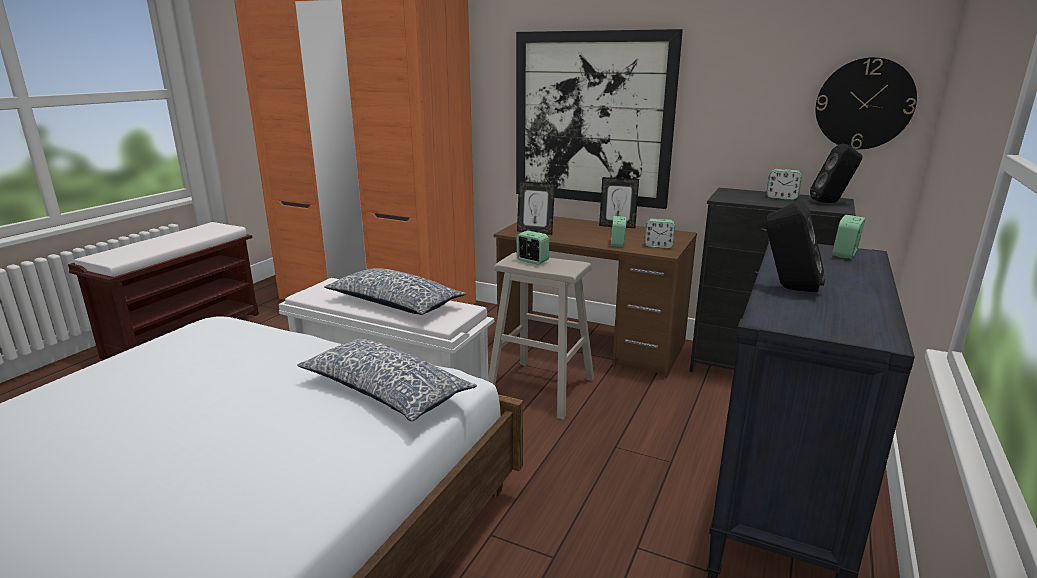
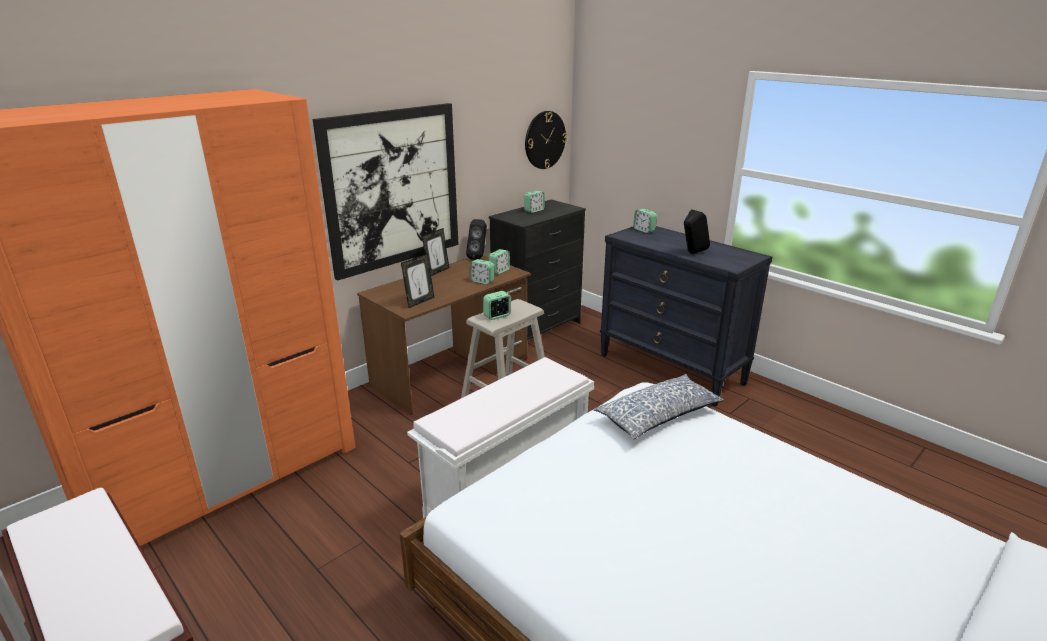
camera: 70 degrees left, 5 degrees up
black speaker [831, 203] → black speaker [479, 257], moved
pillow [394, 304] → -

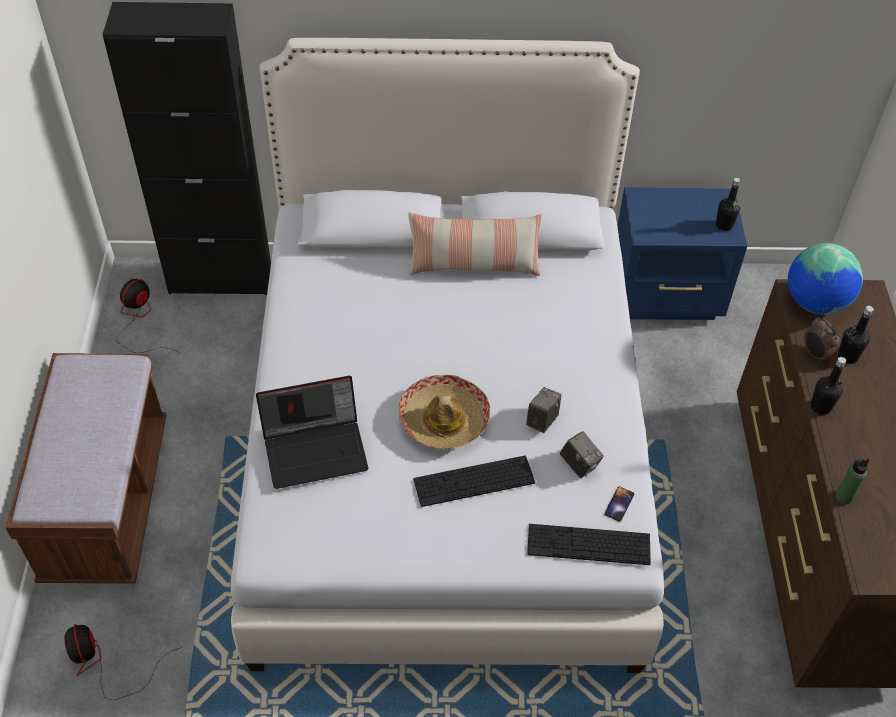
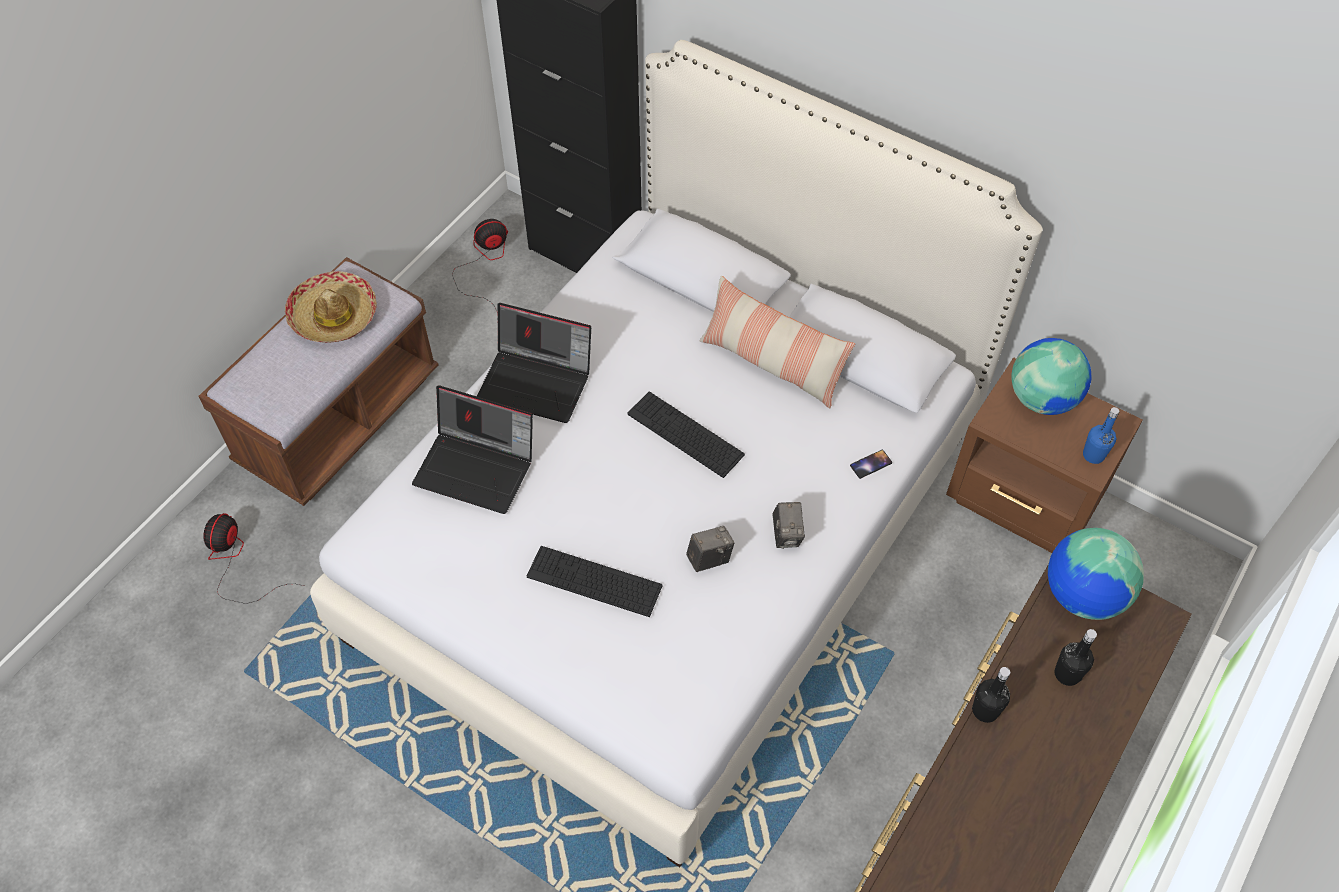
camera: 35 degrees right, 5 degrees up
hat [443, 419] → hat [334, 316], moved
- → laptop [538, 382]
keyboard [588, 544] → keyboard [685, 434], moved
photo camera [579, 464] → photo camera [787, 535], moved
phone [619, 504] → phone [871, 464], moved
blue nightstand [667, 296] → brown nightstand [1024, 502]
- → globe [1042, 398]
black bottle [724, 225] → blue bottle [1093, 455]
alarm clock [815, 355] → -
green bottle [844, 496] → -

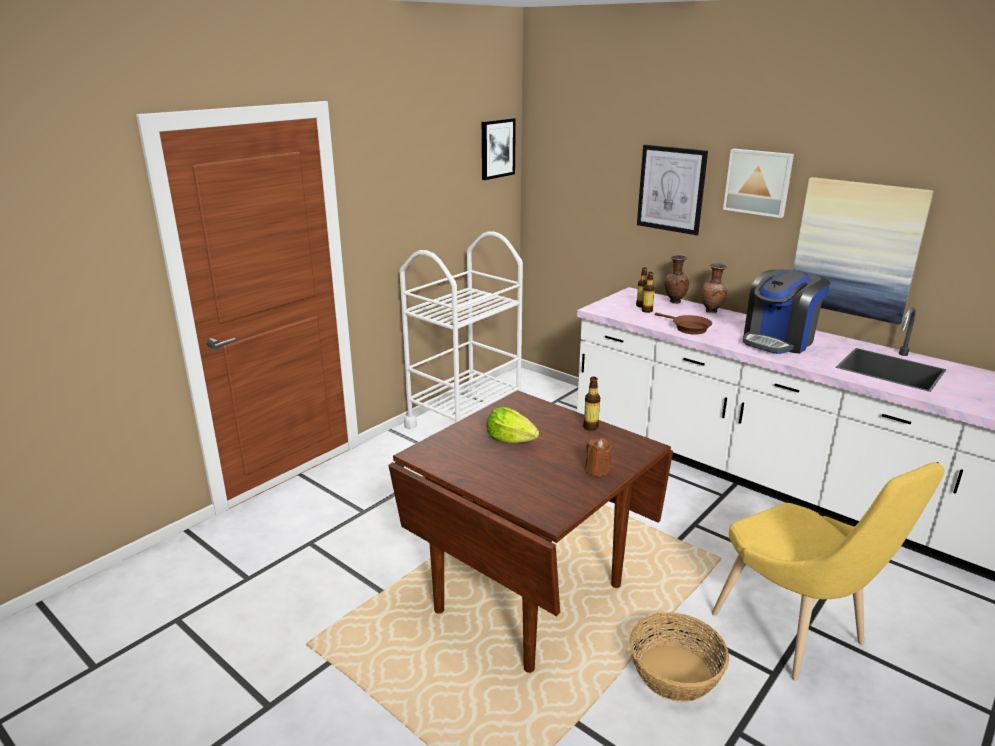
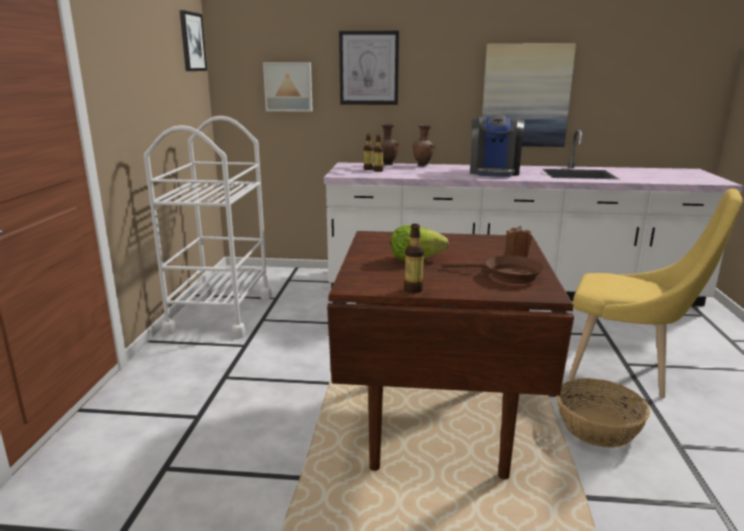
camera: 35 degrees left, 5 degrees down
picture [758, 182] → picture [288, 86], moved
bottle [590, 427] → bottle [413, 290], moved
brown frying pan [688, 328] → brown frying pan [507, 275], moved

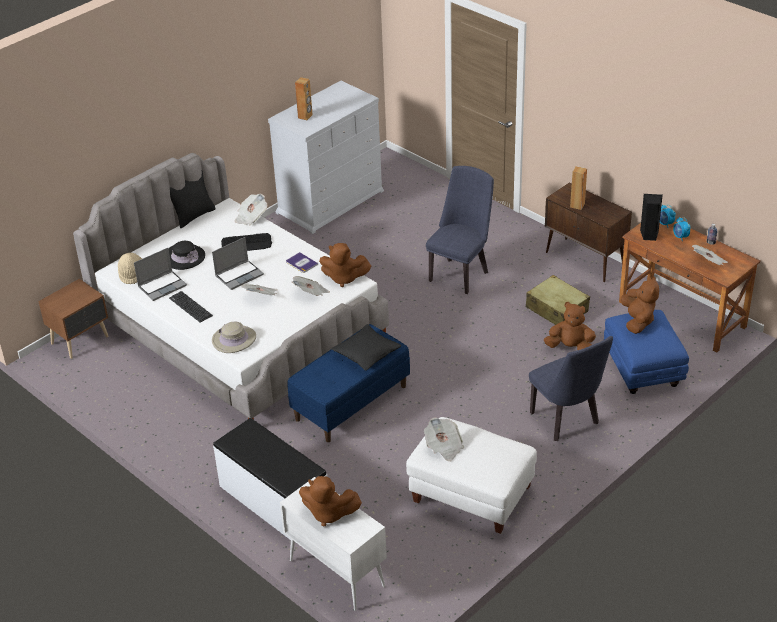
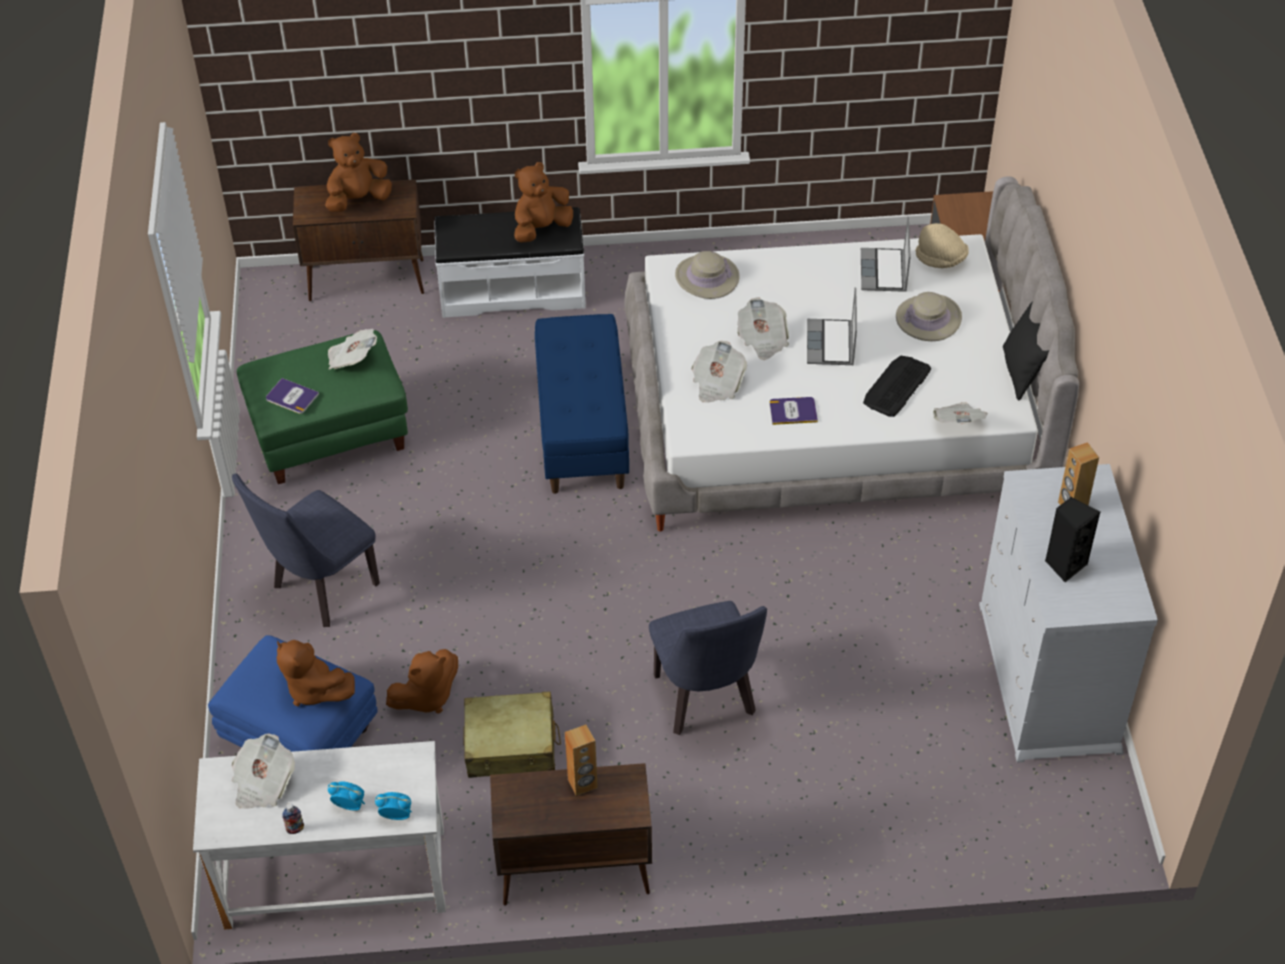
camera: 130 degrees right, 10 degrees up
brown desk [682, 314] → white desk [335, 879]
blue chair [567, 421] → blue chair [320, 591], 60 degrees counterclockwise
white ottoman [472, 494] → green ottoman [329, 434]
- → book [291, 397]
white cabinet [336, 573] → brown cabinet [368, 280]
brown plush toy [344, 278] → brown plush toy [541, 229], moved
black hat [184, 257] → beige hat [928, 318]
black speaker [649, 235] → black speaker [1064, 564], moved
keyboard [190, 307] → -
black pillow [366, 354] → -

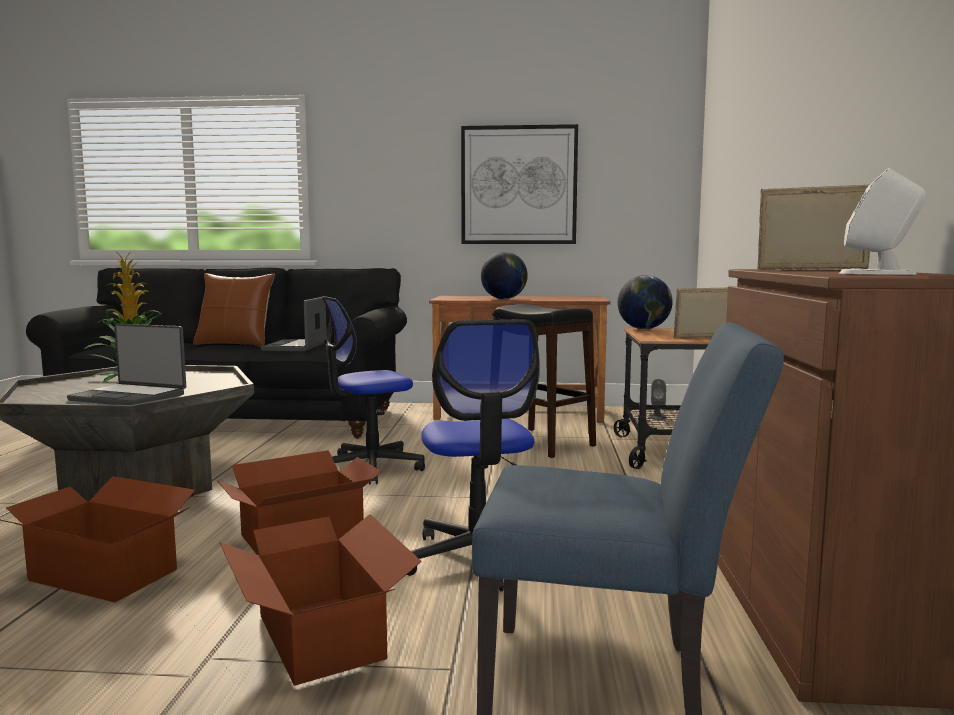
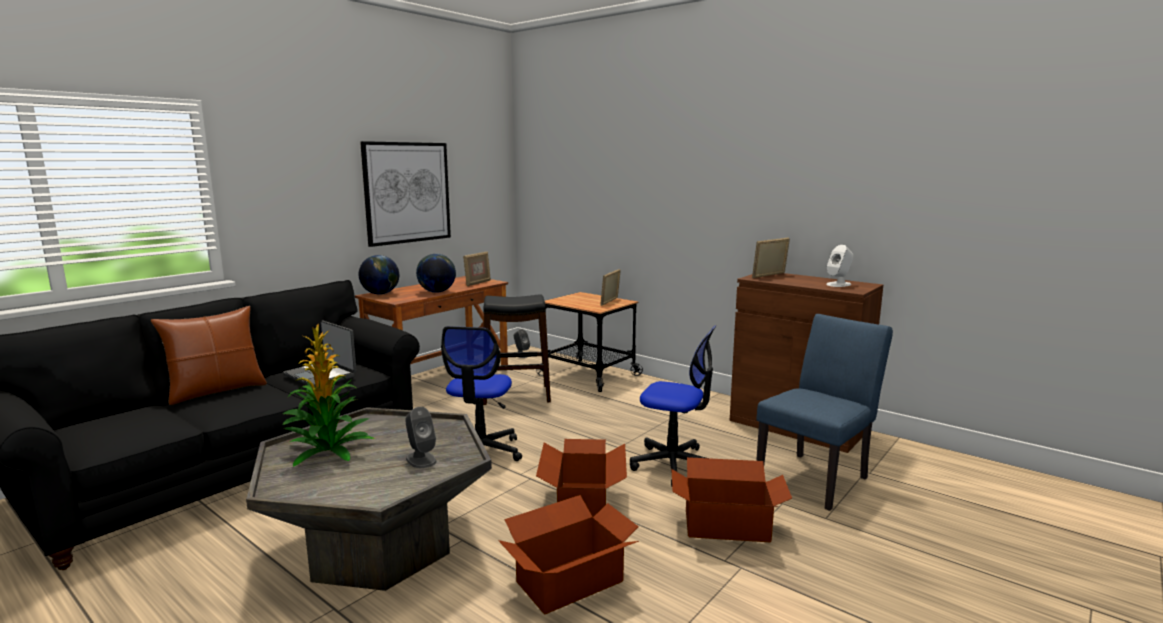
camera: 55 degrees left, 5 degrees up
globe [644, 329] → globe [380, 294], moved
laptop [130, 397] → grey speaker [421, 459]
- → picture frame [477, 283]

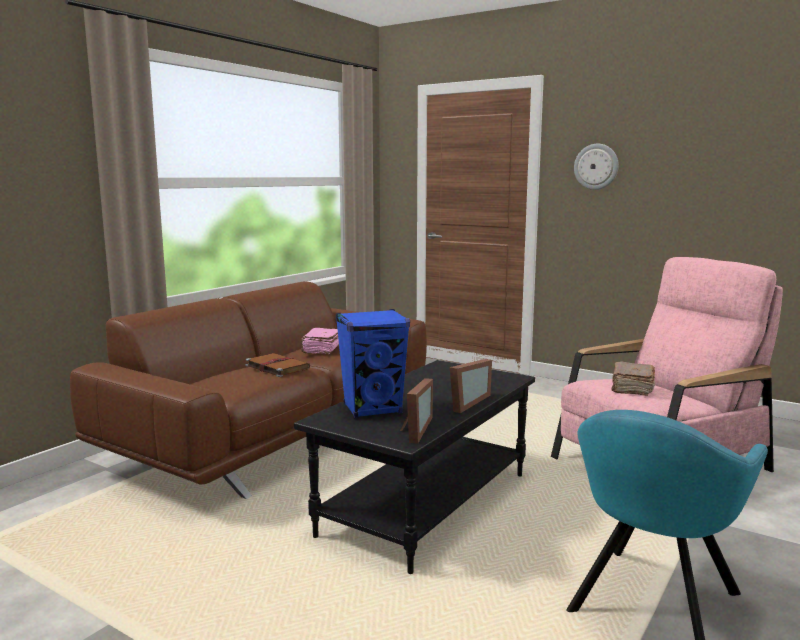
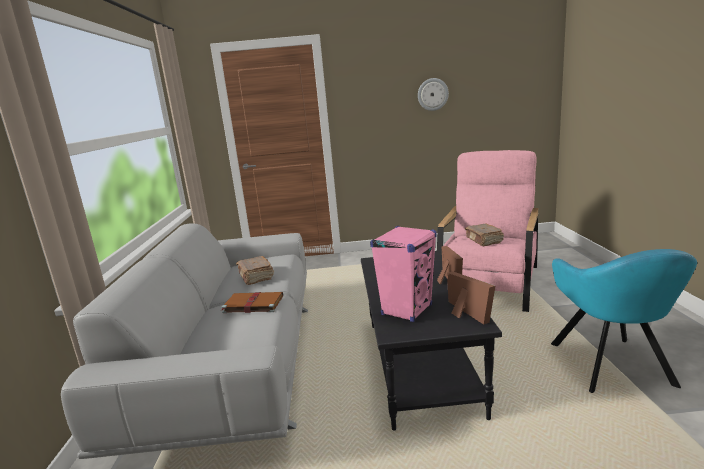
camera: 35 degrees left, 5 degrees up
brown sofa [277, 435] → grey sofa [235, 363]
pink book [322, 349] → brown book [256, 277]
blue speaker [373, 409] → pink speaker [407, 310]
wall clock [596, 166] → wall clock [432, 94], moved

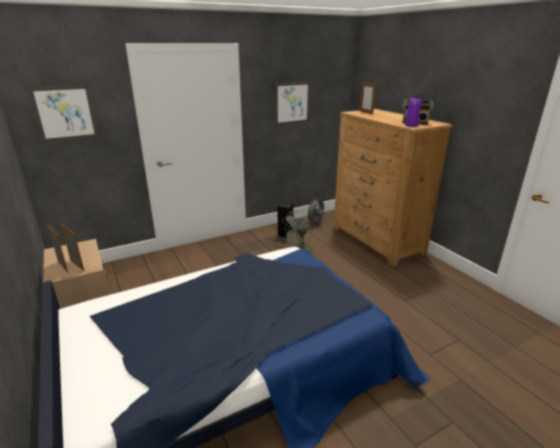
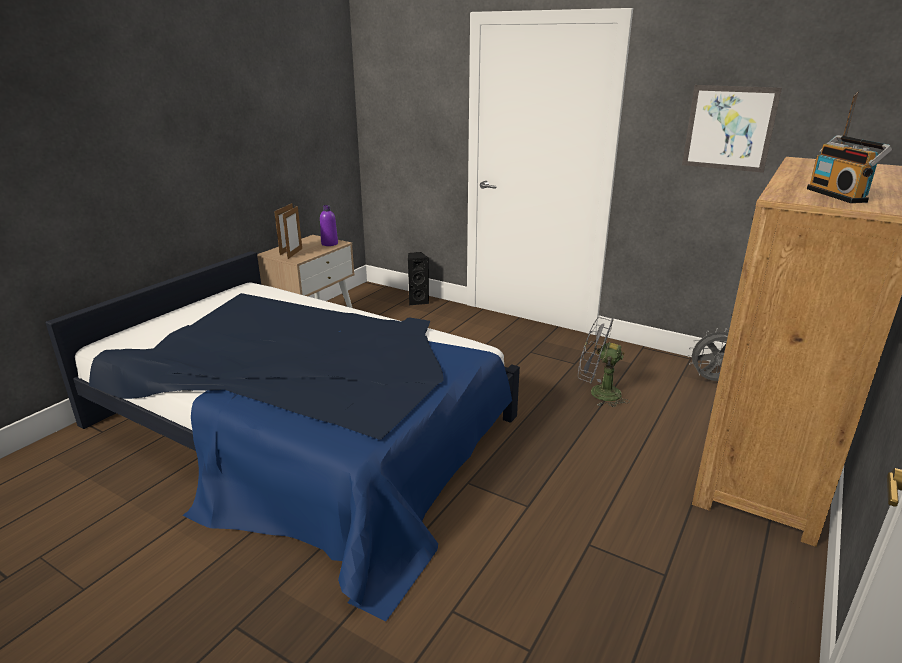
camera: 60 degrees right, 0 degrees up
purple bottle [411, 125] → purple bottle [329, 244], moved
black speaker [285, 234] → black speaker [418, 301], moved
picture [65, 113] → -

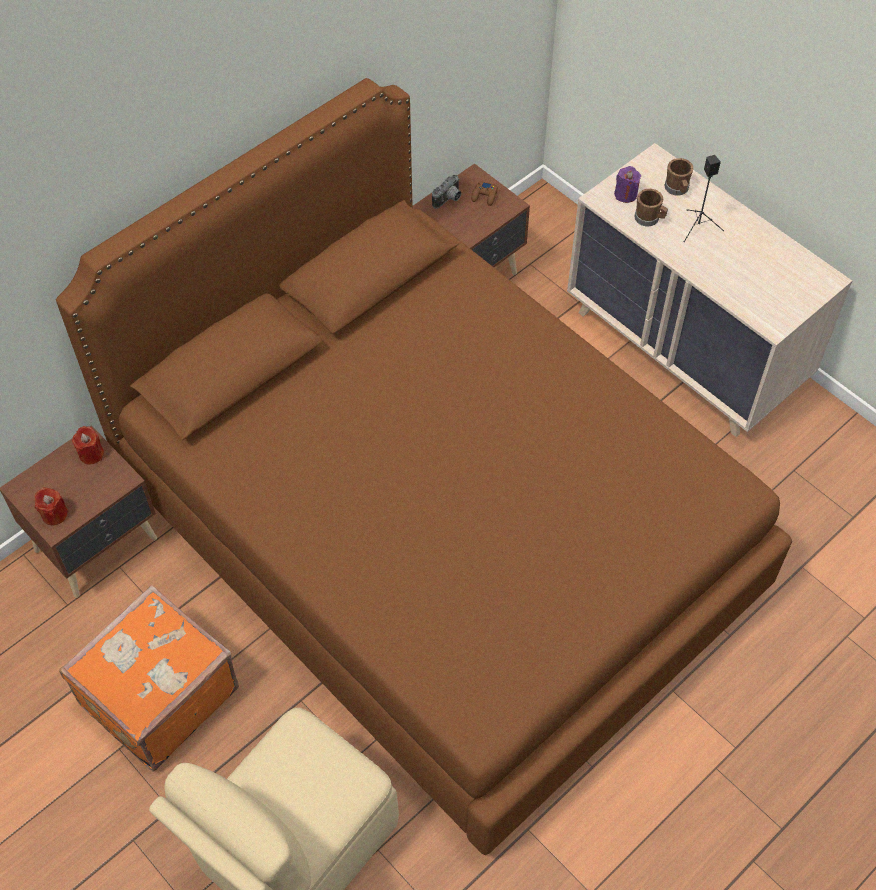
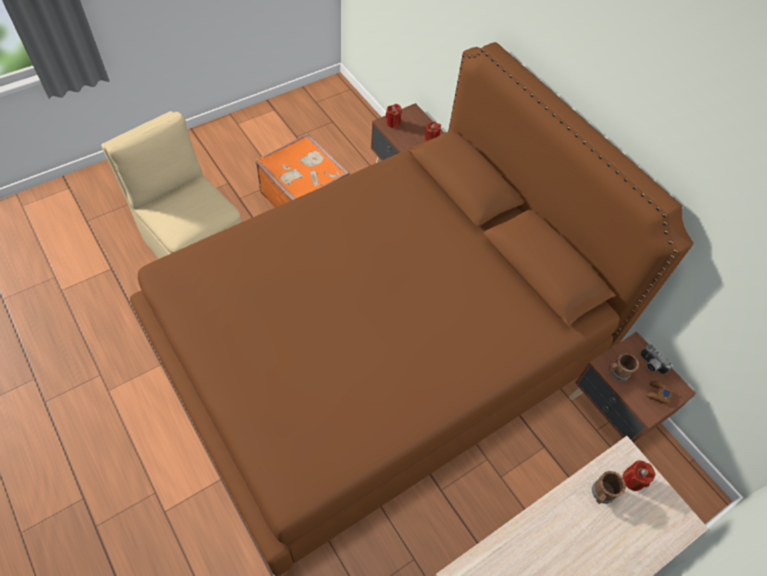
camera: 95 degrees right, 0 degrees up
brown mug [677, 189] → brown mug [617, 372], moved
purple candle [625, 194] → red candle [633, 479]
black speaker [698, 227] → -

